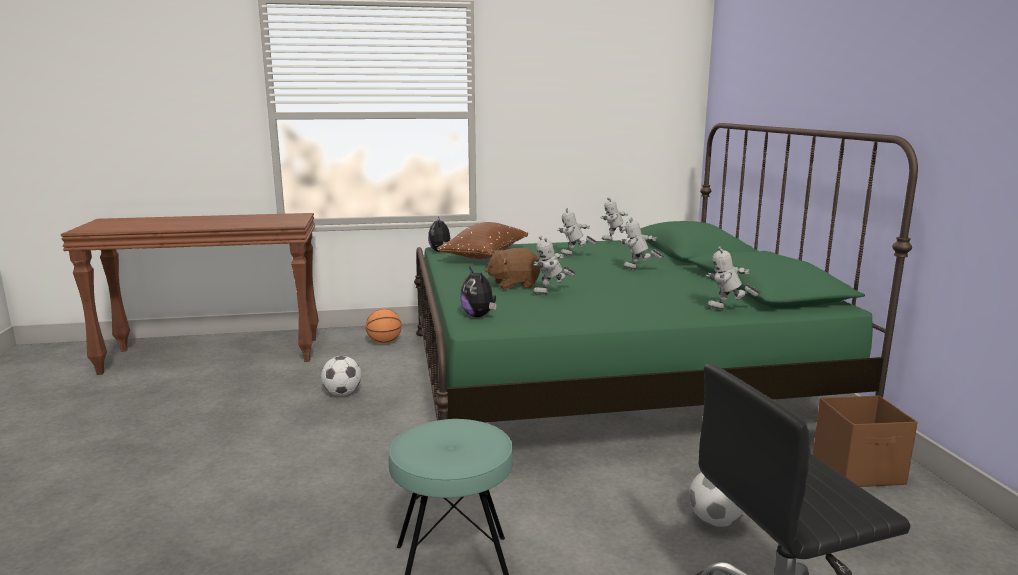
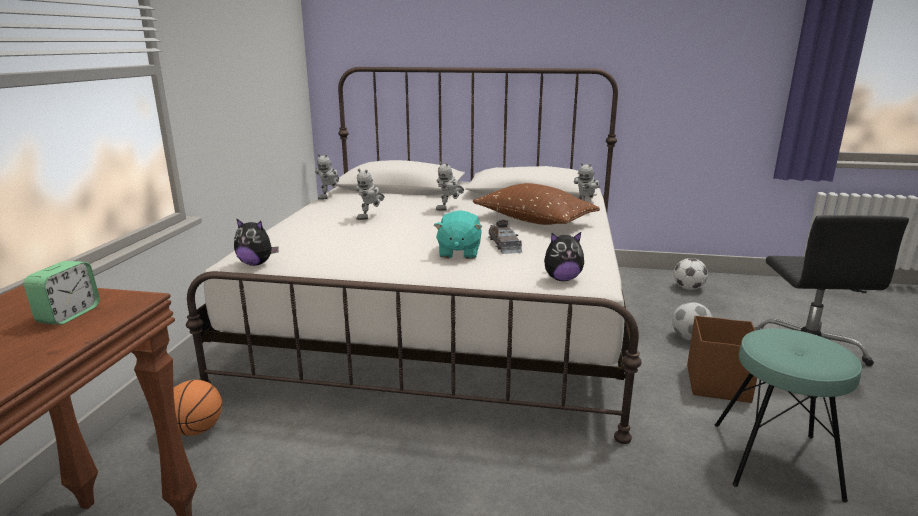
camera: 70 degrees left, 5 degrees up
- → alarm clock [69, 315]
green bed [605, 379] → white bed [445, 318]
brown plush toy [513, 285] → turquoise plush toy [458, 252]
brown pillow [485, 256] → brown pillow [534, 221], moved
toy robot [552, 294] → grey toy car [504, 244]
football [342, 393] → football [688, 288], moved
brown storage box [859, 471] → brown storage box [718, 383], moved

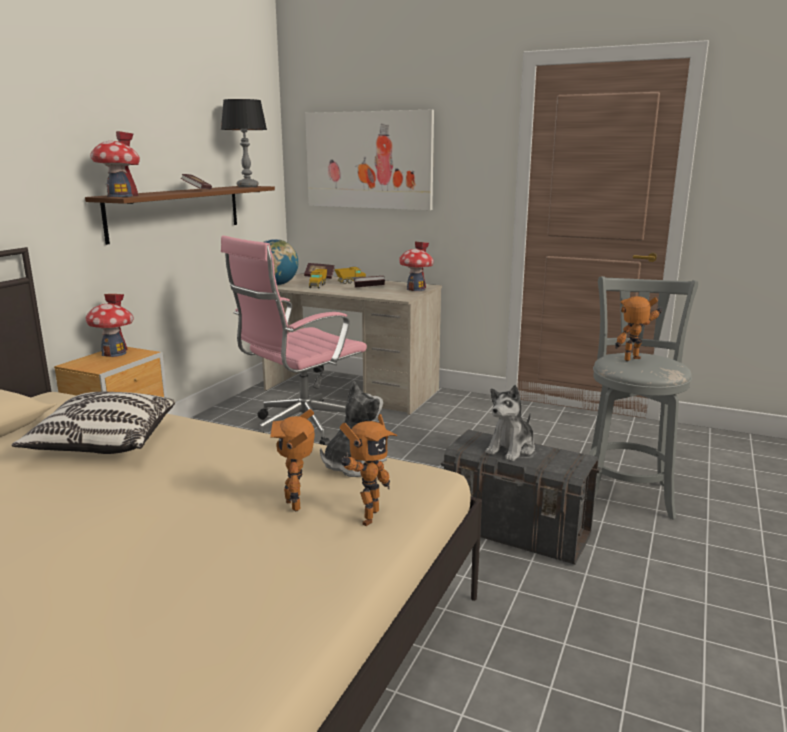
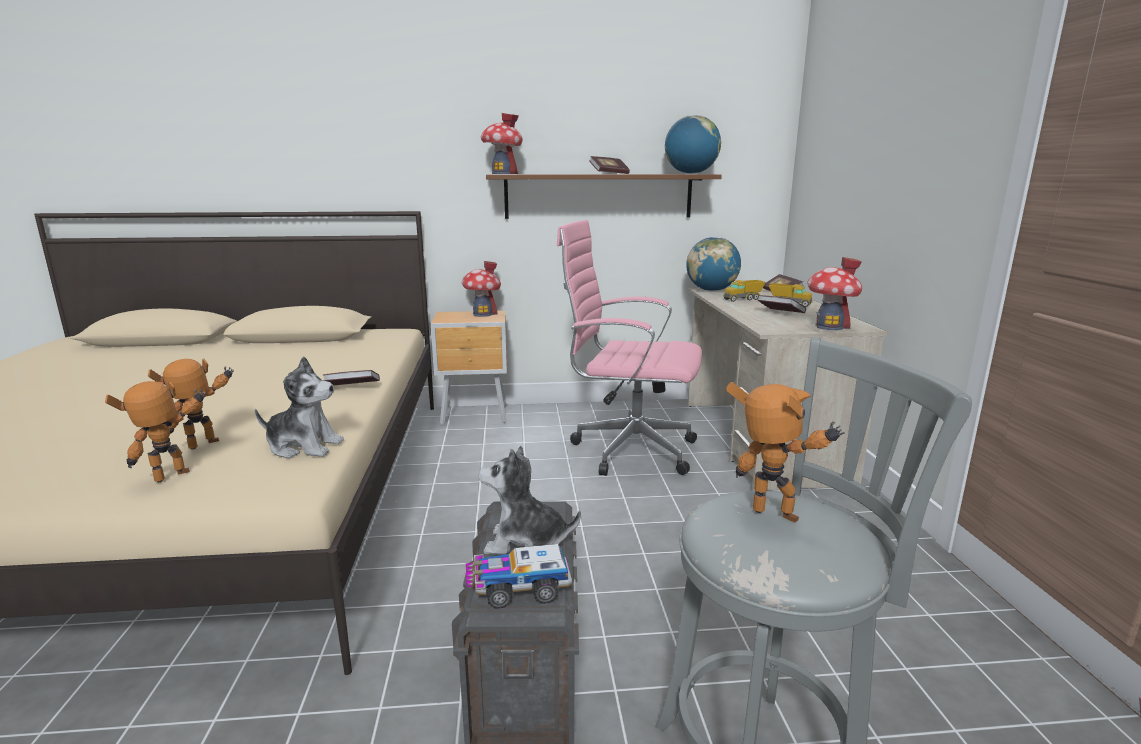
camera: 60 degrees right, 0 degrees up
toy robot [366, 517] → toy robot [175, 478], 135 degrees clockwise
- → book [353, 388]
- → toy truck [518, 589]
table lamp [247, 186] → globe [690, 173]
pillow [103, 443] → -
picture [369, 160] → -

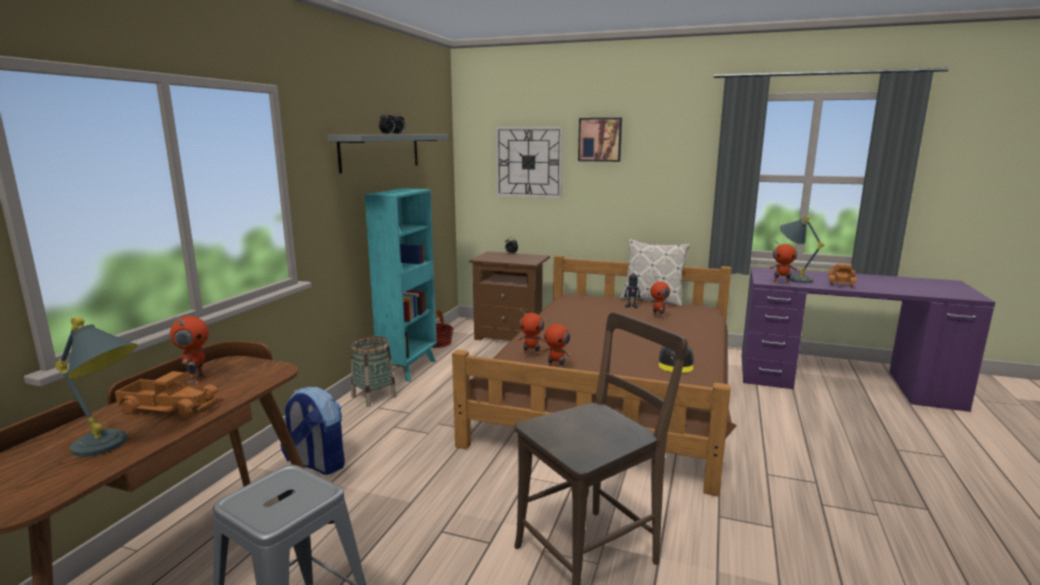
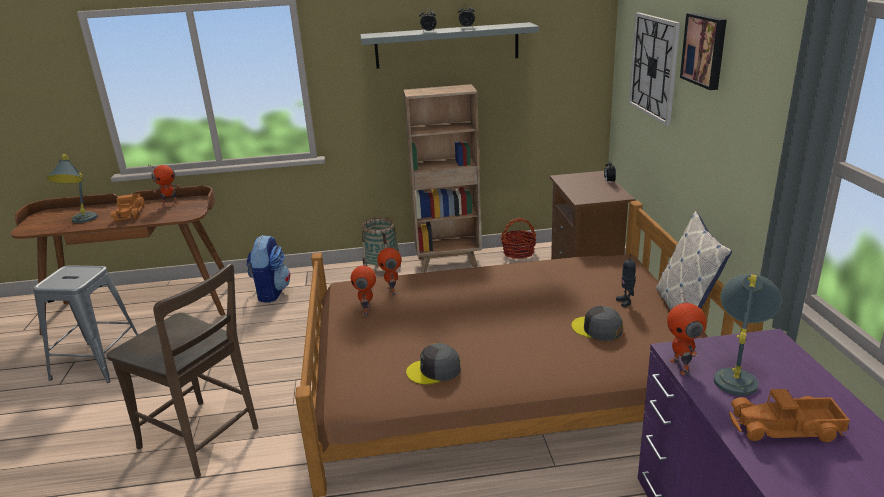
camera: 65 degrees right, 10 degrees up
turquoise bookcase [409, 368] → brown bookcase [449, 262]
toy robot [658, 318] → grey cap [597, 329]

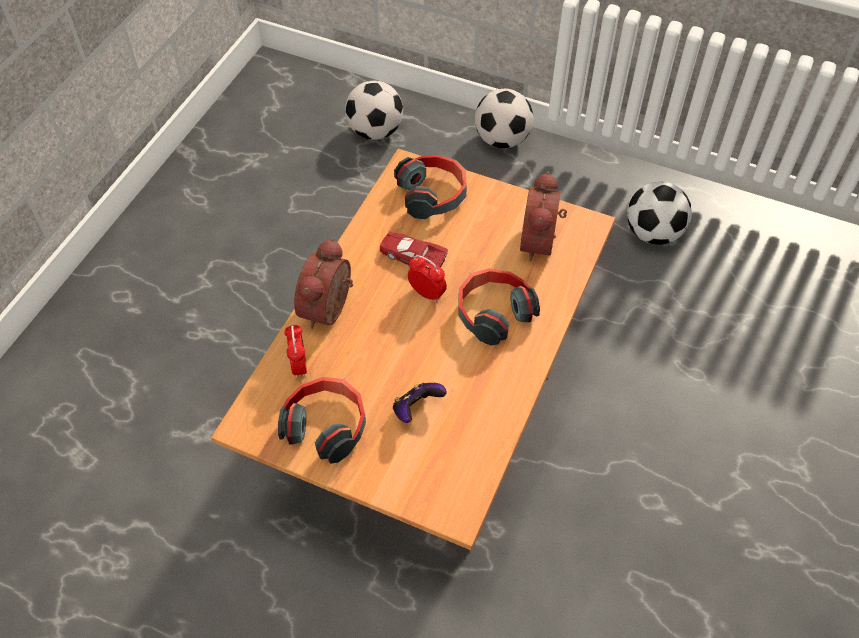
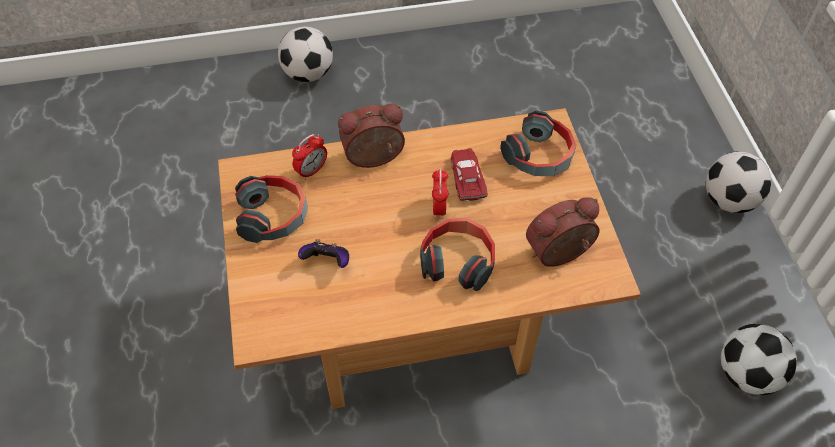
camera: 55 degrees right, 0 degrees up
football [375, 131] → football [308, 74], moved

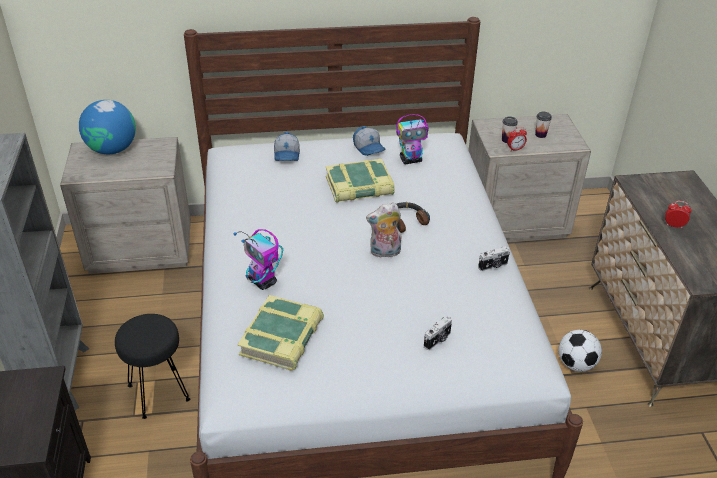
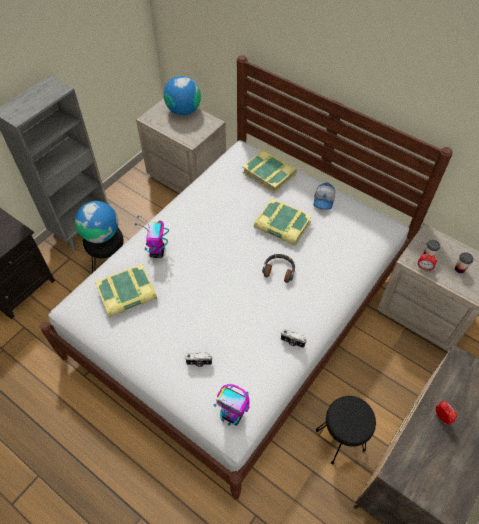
camera: 45 degrees right, 15 degrees up
- → globe [101, 234]
toy robot [411, 160] → toy robot [232, 415], moved
cap [287, 154] → book [269, 174]
football [576, 364] → black stool [341, 440]
plush toy [384, 253] → -

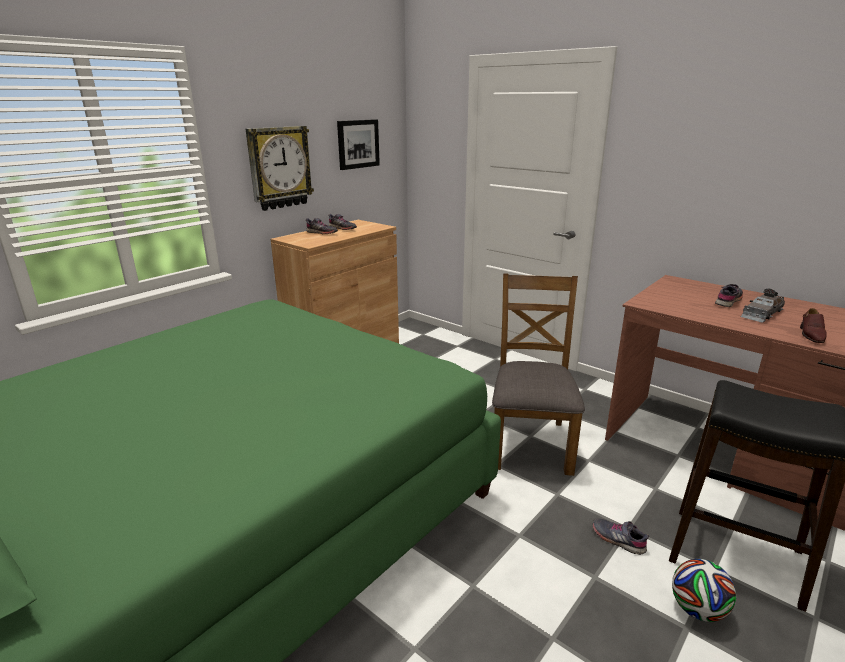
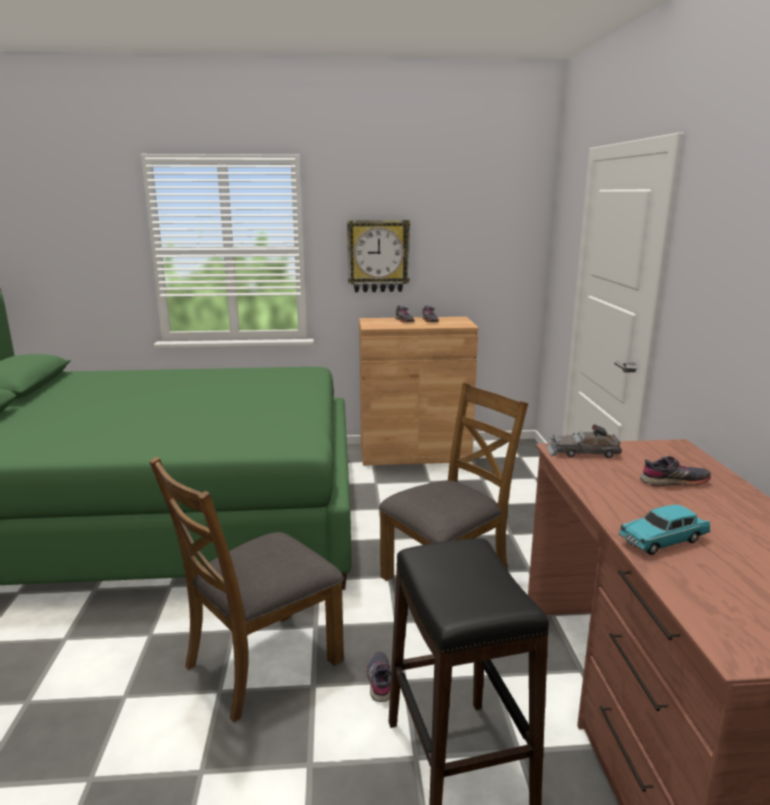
camera: 45 degrees right, 5 degrees down
- → brown chair [261, 663]
grey toy car [761, 313] → grey toy car [582, 452], moved
brown shoe [811, 335] → turquoise toy car [663, 541]
picture [358, 144] → -
football [697, 609] → -

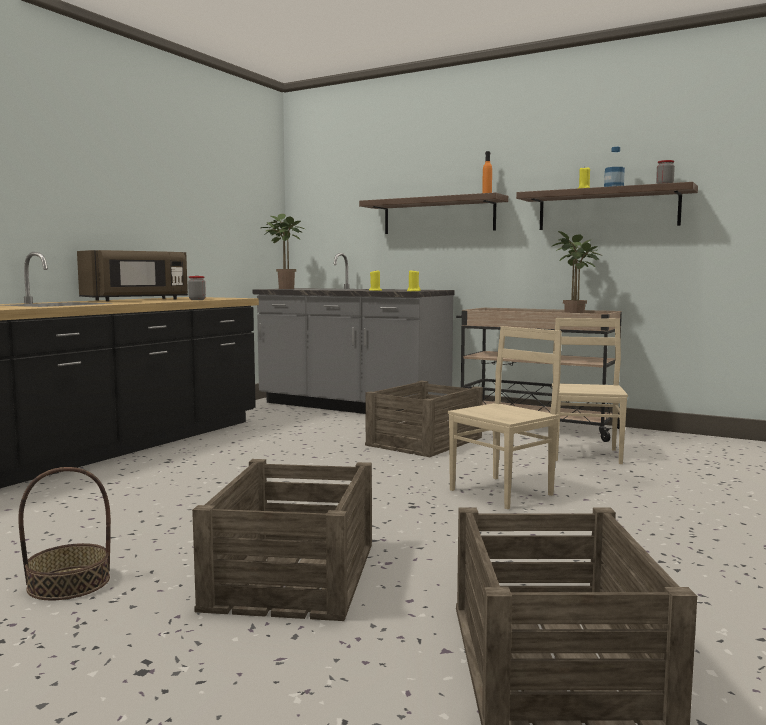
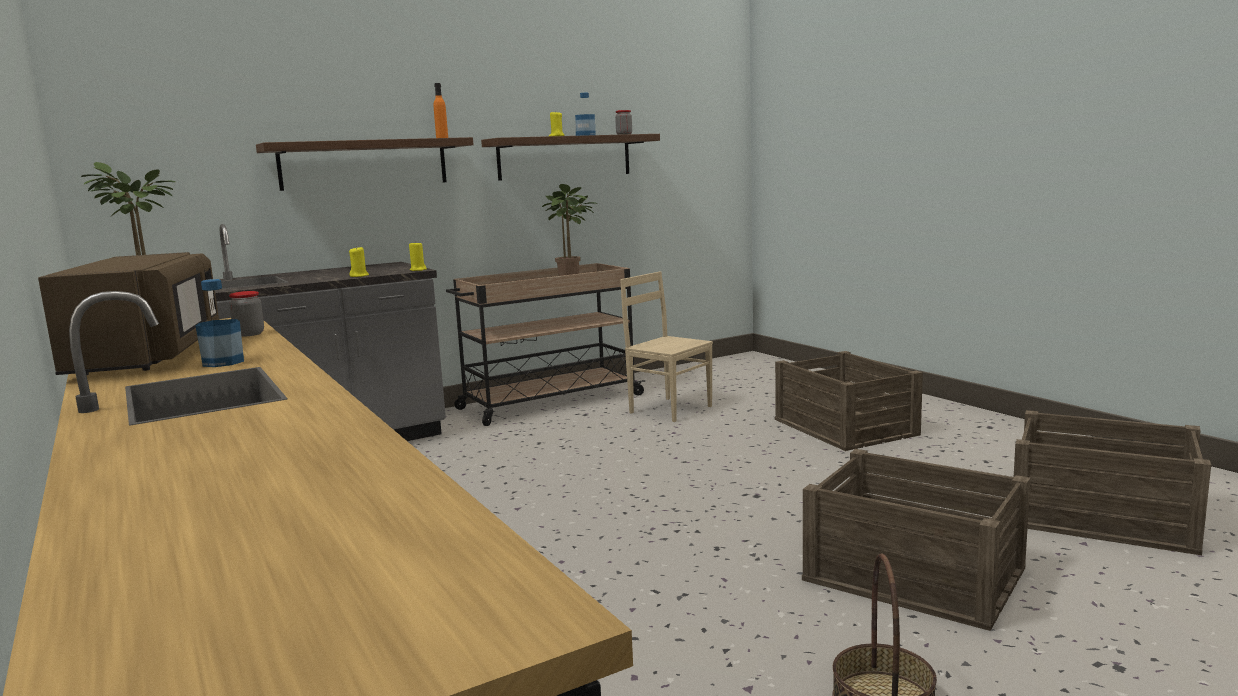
camera: 60 degrees left, 5 degrees up
- → bottle [223, 362]
crate [425, 441] → crate [845, 426], moved
beige chair [503, 492] → -

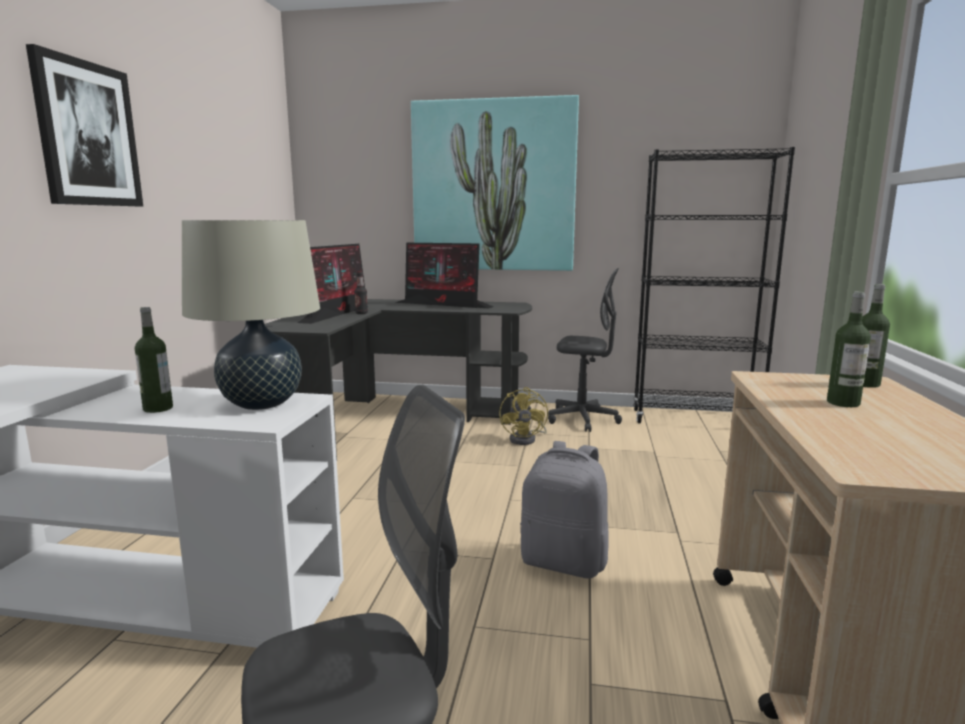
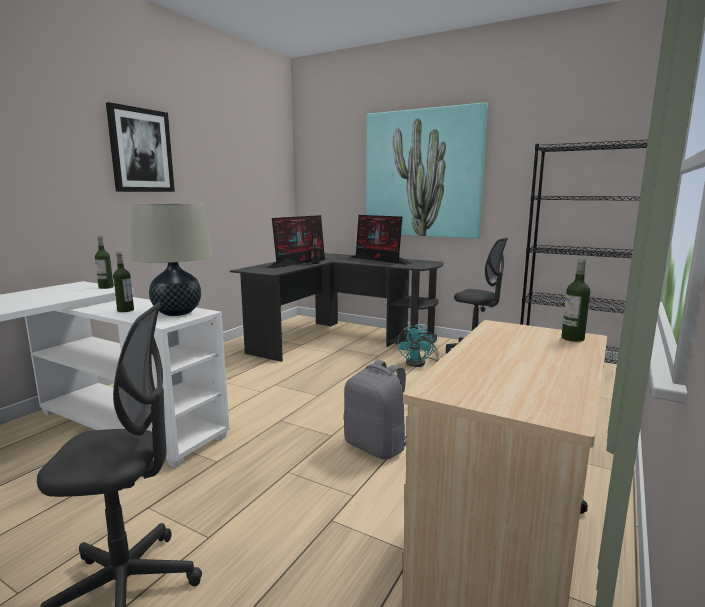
camera: 20 degrees right, 0 degrees up
bottle [843, 403] → bottle [106, 287], moved
yellow fan [526, 439] → turquoise fan [419, 363]

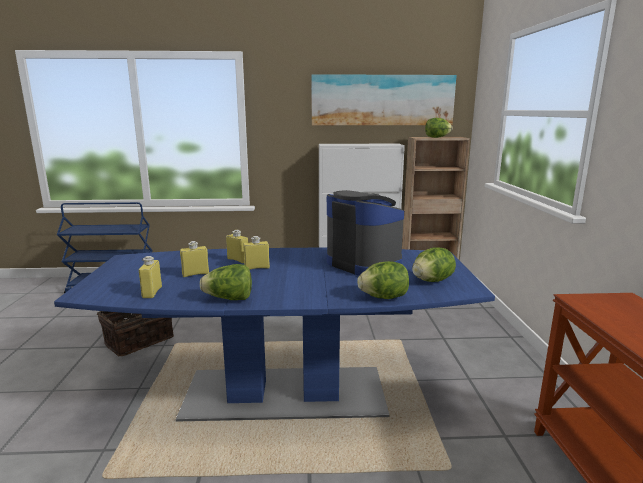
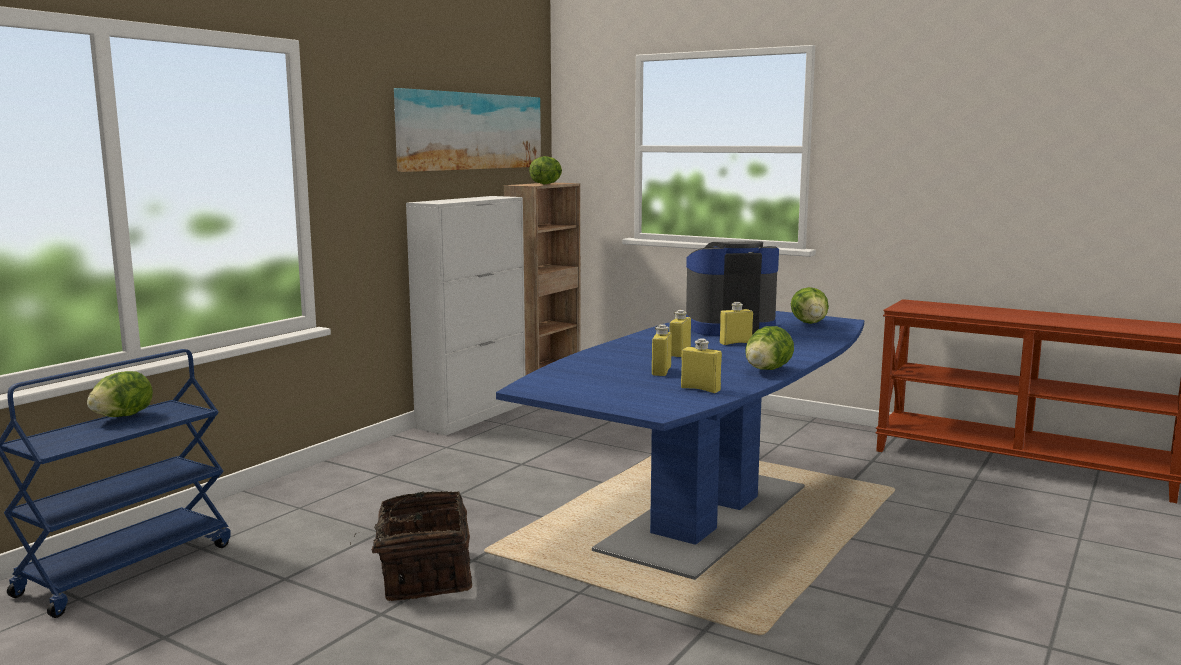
camera: 55 degrees left, 5 degrees down
lettuce [384, 297] → lettuce [122, 416], moved
yellow bottle [238, 260] → yellow bottle [735, 343], moved

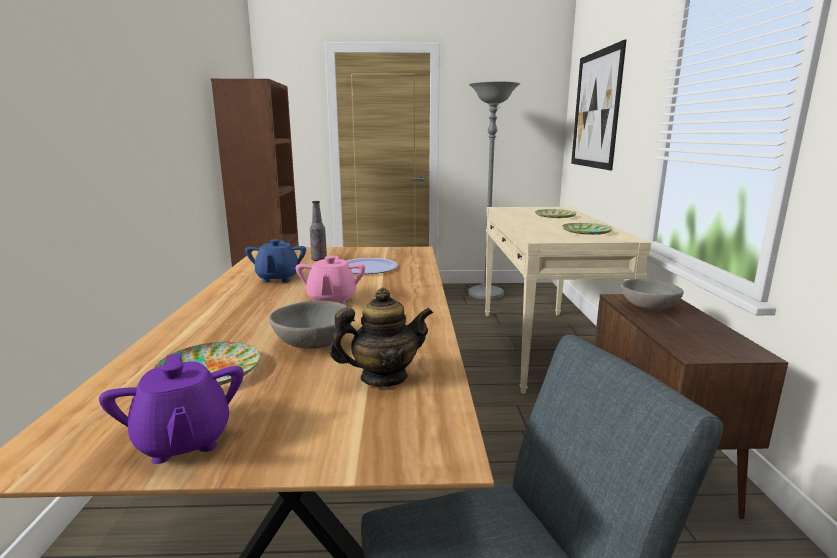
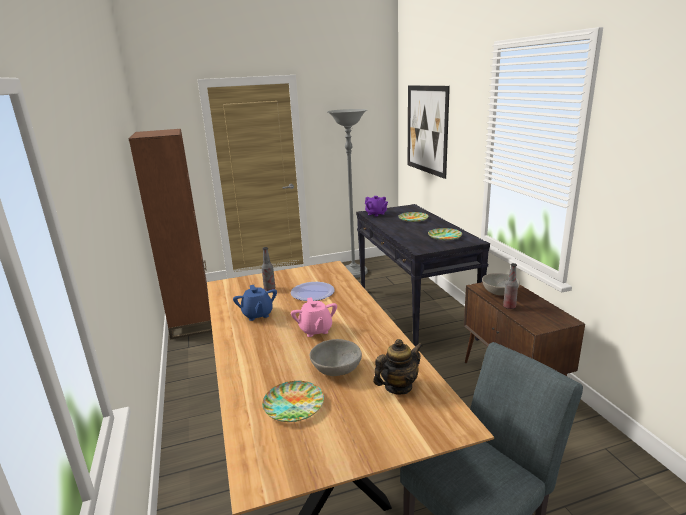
camera: 15 degrees left, 5 degrees up
beige console table [544, 347] → black console table [414, 313]
purple teapot [183, 441] → purple teapot [376, 214], moved
- → bottle [509, 307]

